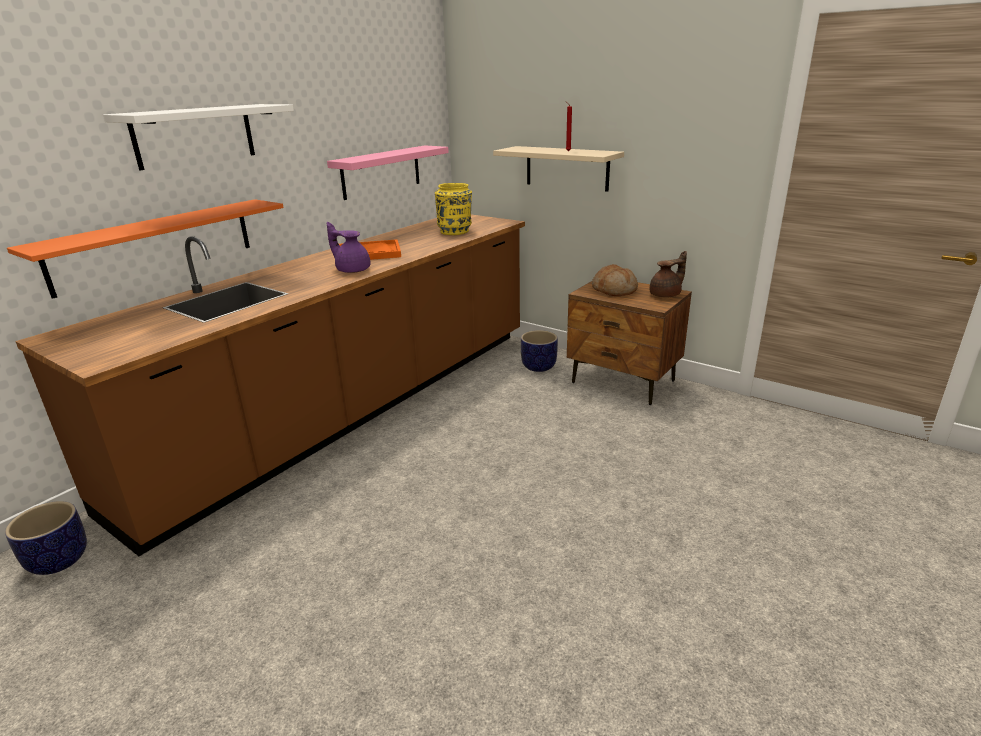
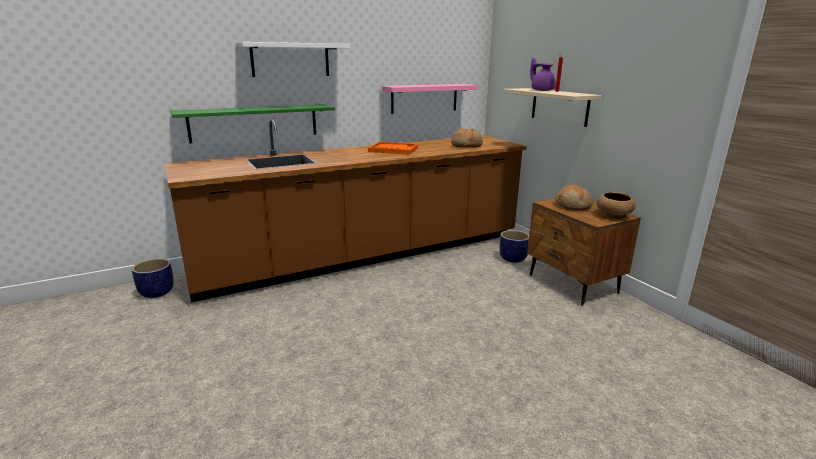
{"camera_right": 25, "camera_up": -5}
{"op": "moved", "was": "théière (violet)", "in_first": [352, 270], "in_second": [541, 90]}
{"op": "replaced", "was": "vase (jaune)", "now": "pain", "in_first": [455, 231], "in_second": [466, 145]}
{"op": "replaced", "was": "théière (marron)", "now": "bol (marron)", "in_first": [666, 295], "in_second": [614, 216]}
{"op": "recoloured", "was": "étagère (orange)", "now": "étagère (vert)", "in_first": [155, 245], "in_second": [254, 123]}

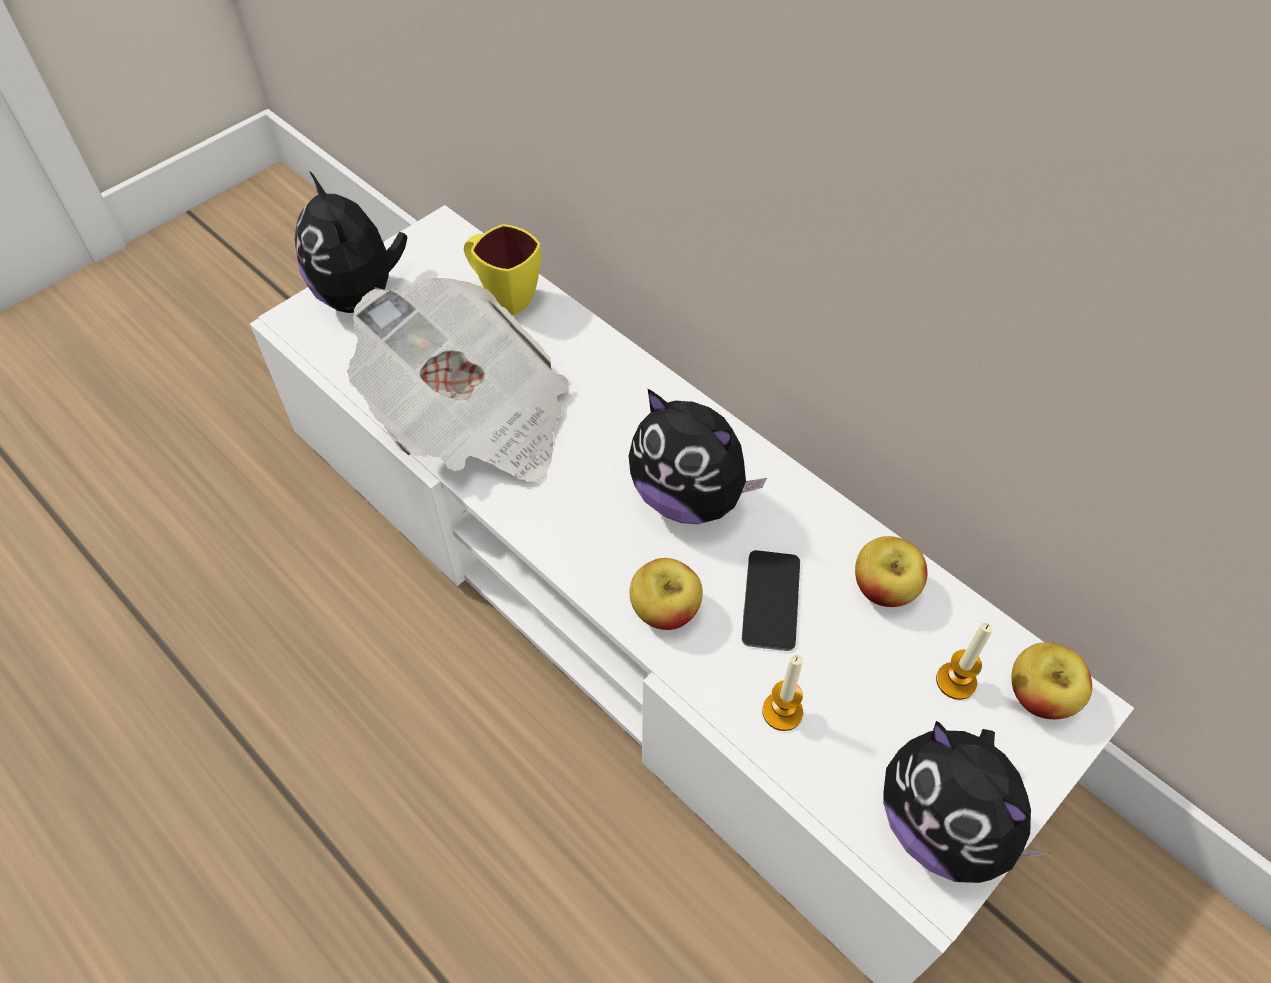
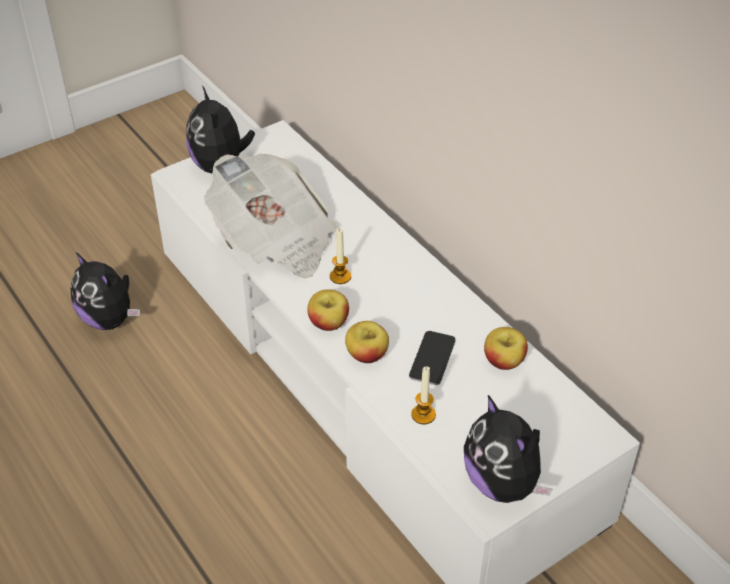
{"camera_right": 10, "camera_up": -10}
{"op": "removed", "was": "mug (jaune)", "in_first": [503, 296]}
{"op": "moved", "was": "peluche", "in_first": [689, 497], "in_second": [109, 319]}
{"op": "moved", "was": "bougie", "in_first": [956, 681], "in_second": [340, 276]}
{"op": "moved", "was": "pomme", "in_first": [1040, 696], "in_second": [328, 323]}

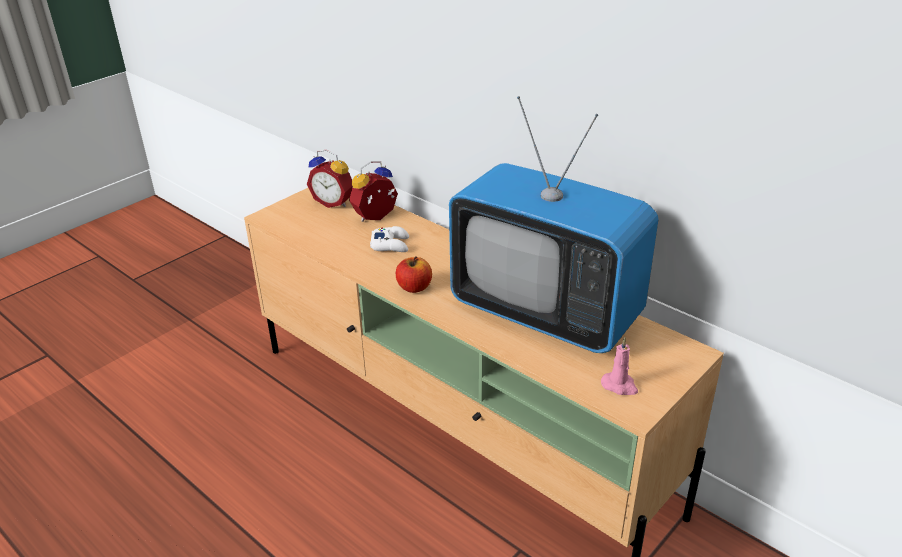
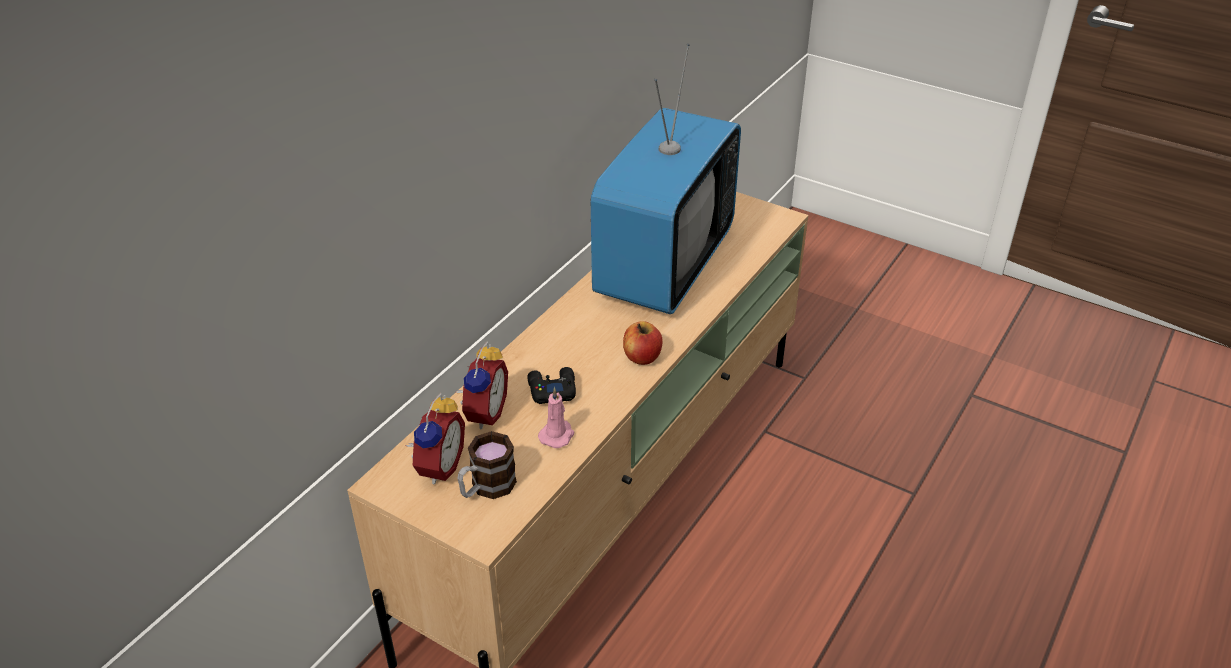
{"camera_right": -100, "camera_up": 5}
{"op": "added", "now": "mug", "in_second": [486, 488]}
{"op": "moved", "was": "bougie (rose)", "in_first": [620, 386], "in_second": [557, 435]}
{"op": "recoloured", "was": "manette (blanc)", "now": "manette (noir)", "in_first": [390, 244], "in_second": [551, 390]}
{"op": "turned", "was": "réveil", "in_first": [377, 218], "in_second": [483, 413], "clockwise": -120}

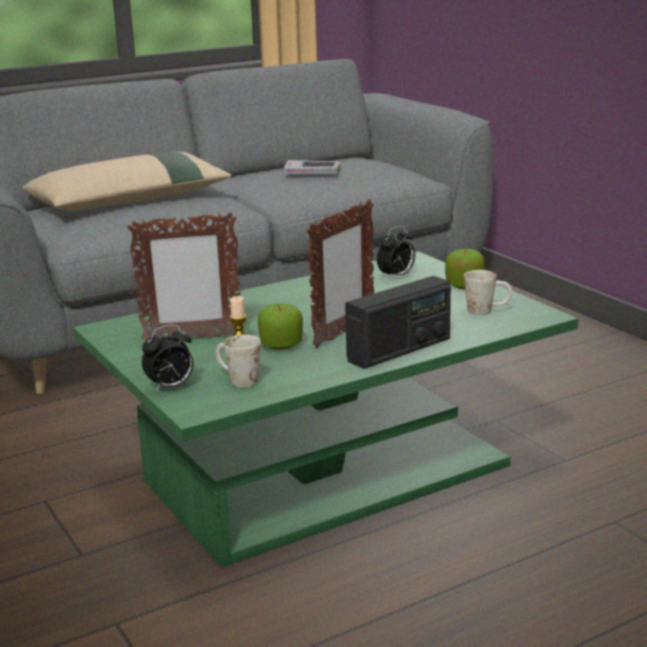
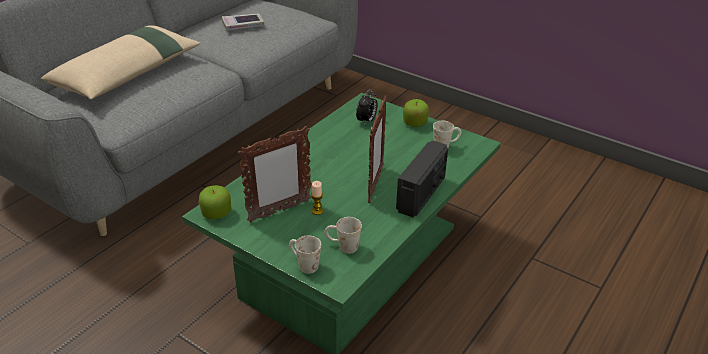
{"camera_right": -25, "camera_up": 15}
{"op": "moved", "was": "pomme", "in_first": [281, 345], "in_second": [216, 213]}
{"op": "replaced", "was": "réveil", "now": "mug (blanc)", "in_first": [170, 387], "in_second": [303, 264]}

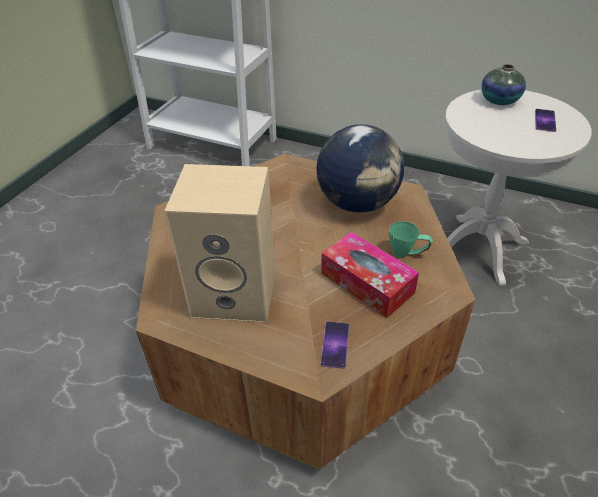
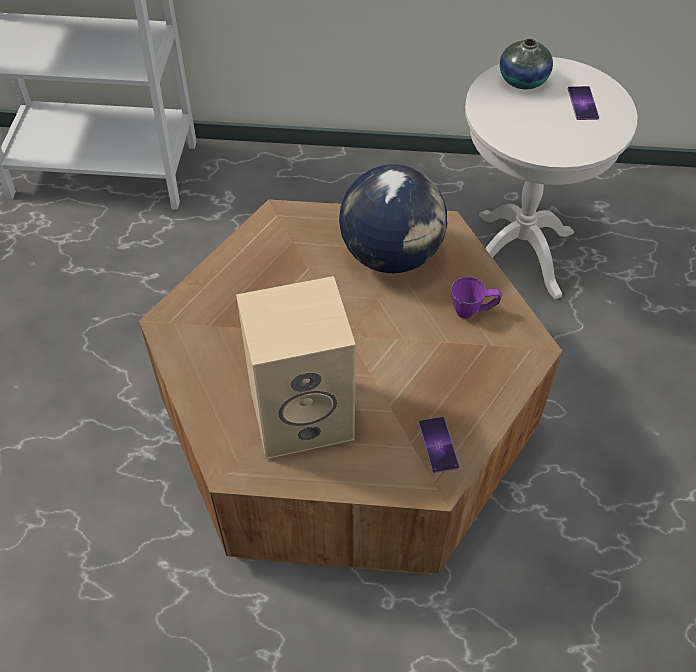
{"camera_right": -20, "camera_up": 10}
{"op": "removed", "was": "boîte à mouchoirs", "in_first": [367, 283]}
{"op": "recoloured", "was": "mug (vert)", "now": "mug (violet)", "in_first": [407, 254], "in_second": [473, 312]}

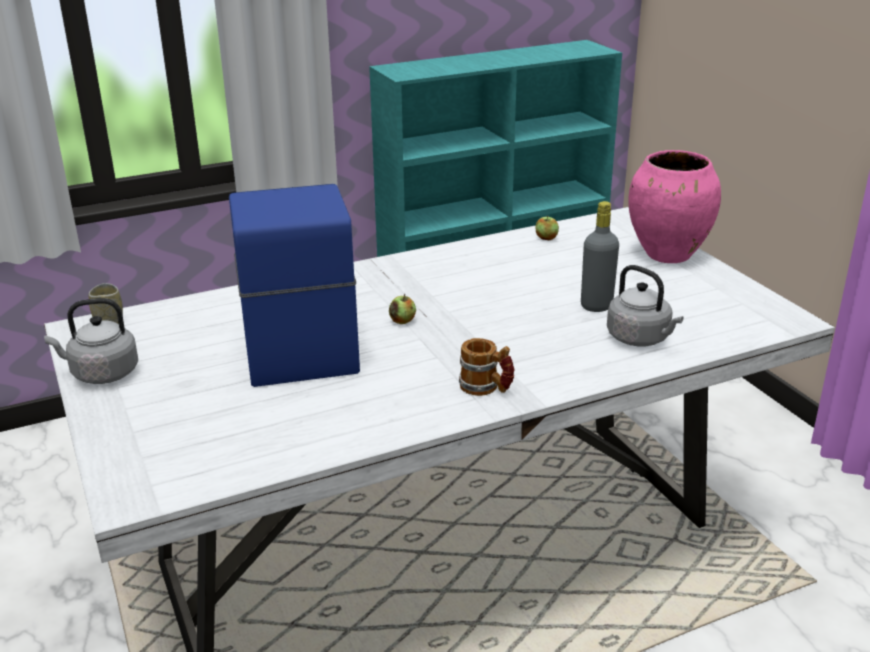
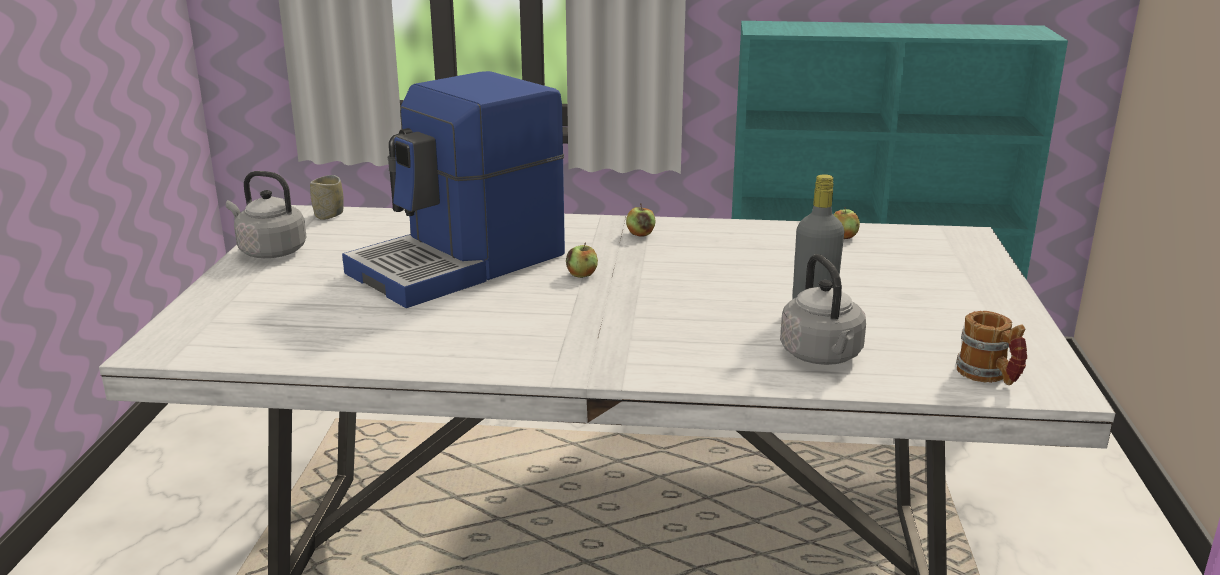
{"camera_right": 30, "camera_up": -5}
{"op": "removed", "was": "vase (rose)", "in_first": [668, 255]}
{"op": "added", "now": "pomme", "in_second": [640, 234]}
{"op": "moved", "was": "mug", "in_first": [486, 388], "in_second": [989, 376]}
{"op": "turned", "was": "machine à café", "in_first": [294, 338], "in_second": [461, 264], "clockwise": -150}

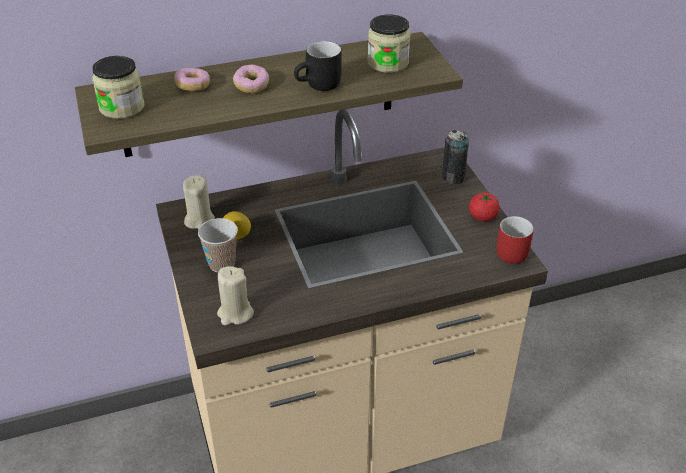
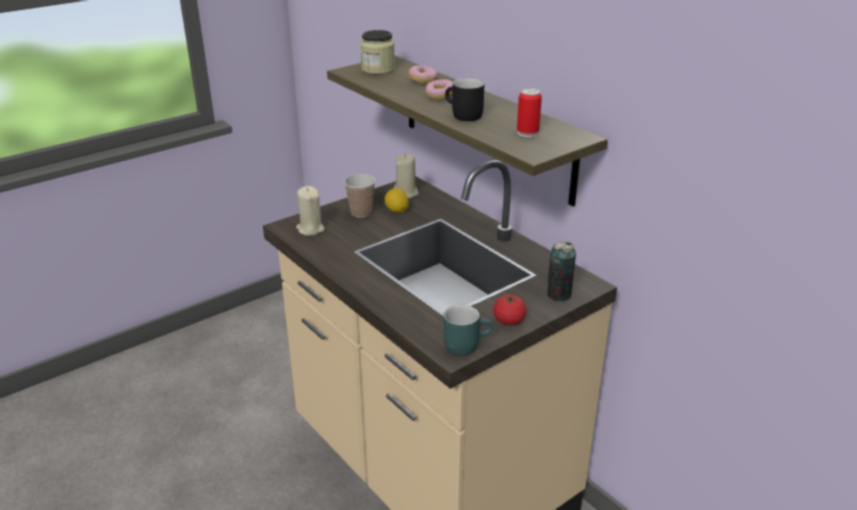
{"camera_right": 70, "camera_up": -10}
{"op": "replaced", "was": "bocal", "now": "boîte métallique", "in_first": [388, 63], "in_second": [527, 133]}
{"op": "recoloured", "was": "mug (rouge)", "now": "mug (turquoise)", "in_first": [509, 250], "in_second": [465, 344]}

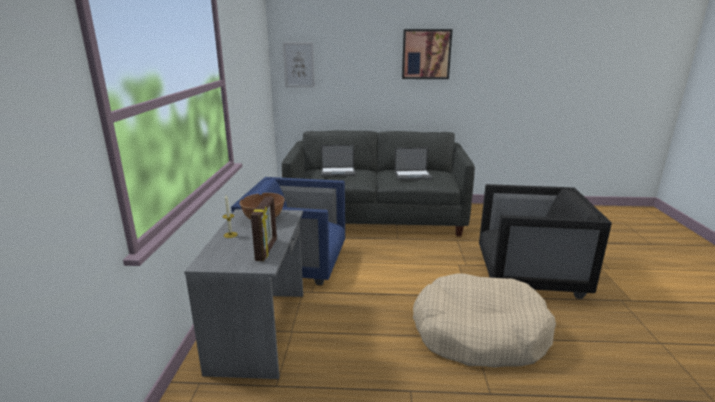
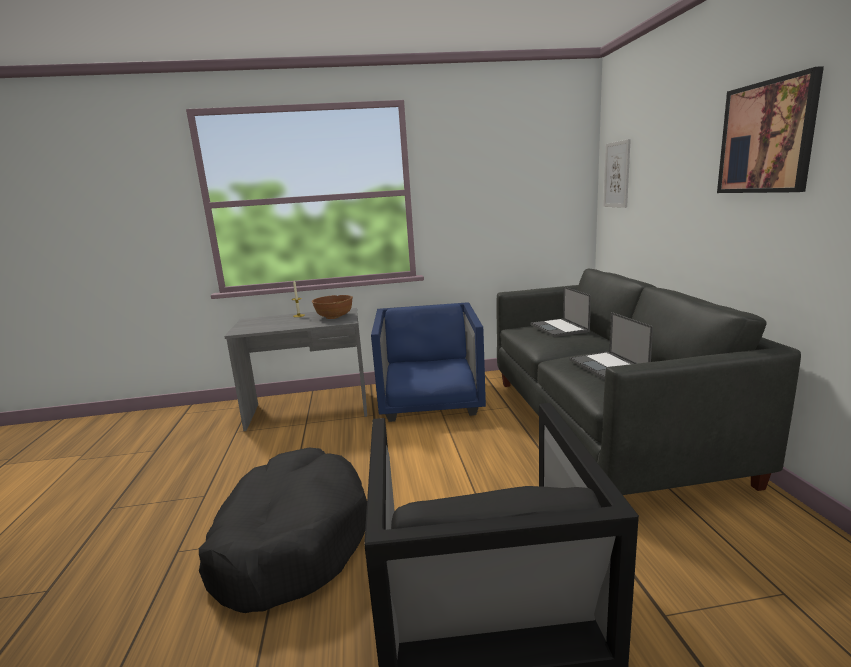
{"camera_right": 80, "camera_up": -5}
{"op": "removed", "was": "cadre photo", "in_first": [267, 250]}
{"op": "recoloured", "was": "panier pour chien (beige)", "now": "panier pour chien (noir)", "in_first": [478, 333], "in_second": [290, 541]}

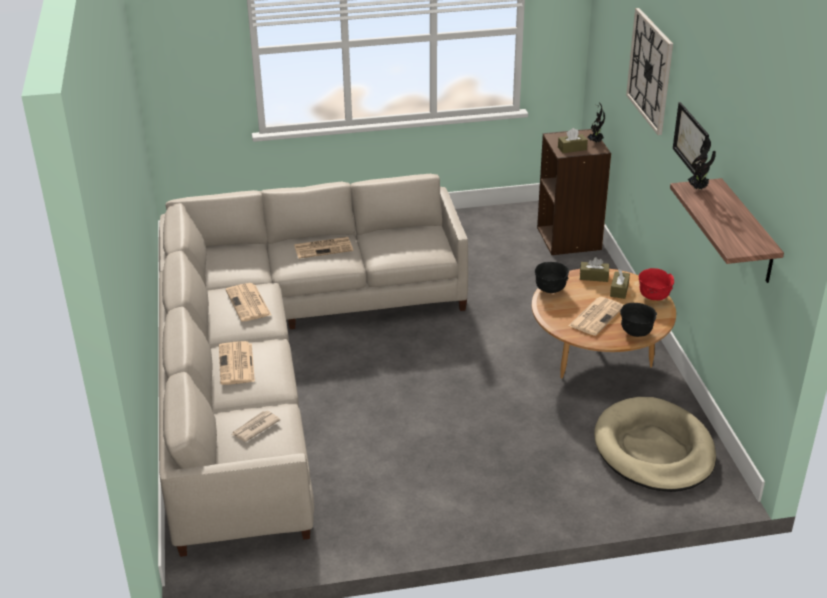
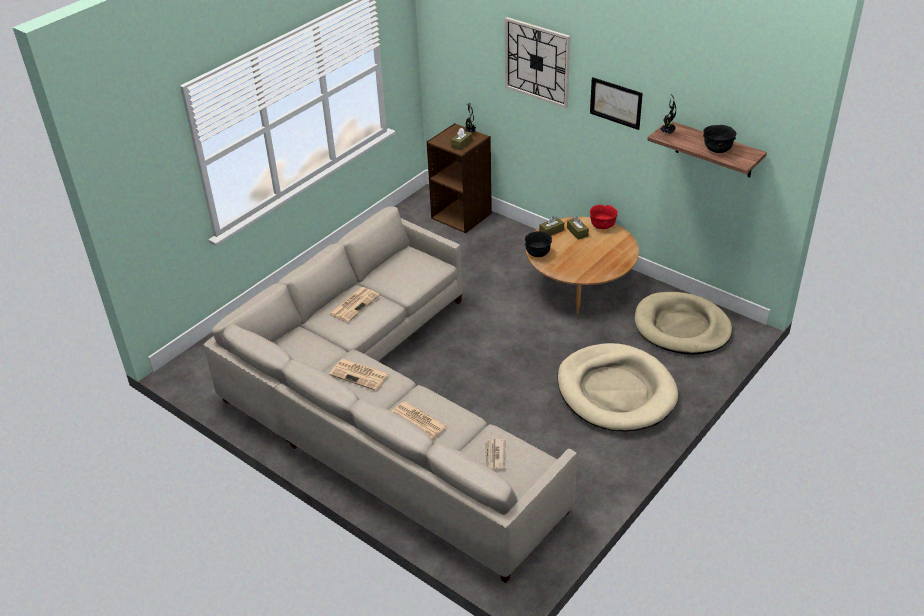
{"camera_right": -40, "camera_up": 5}
{"op": "removed", "was": "journal", "in_first": [596, 316]}
{"op": "added", "now": "panier pour chien (beige)", "in_second": [615, 391]}
{"op": "moved", "was": "bol (noir)", "in_first": [636, 332], "in_second": [717, 150]}

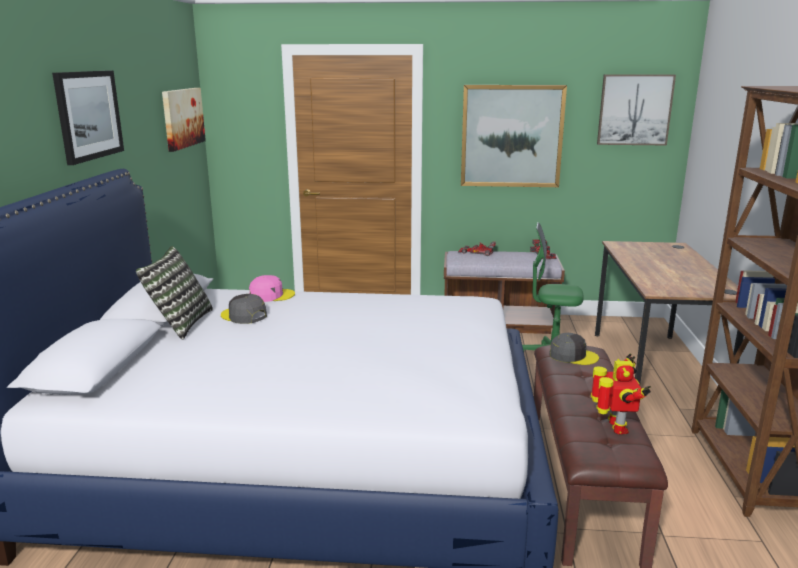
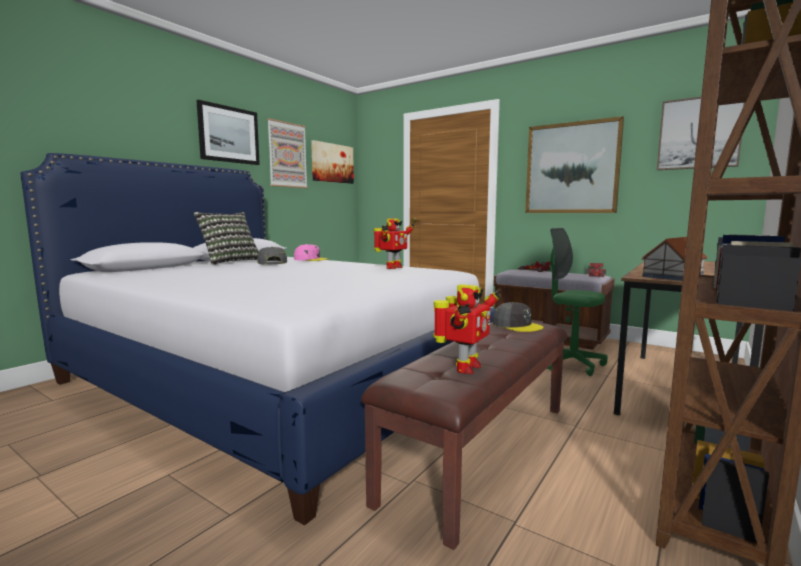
{"camera_right": 30, "camera_up": -10}
{"op": "added", "now": "tableau", "in_second": [287, 155]}
{"op": "added", "now": "robot jouet", "in_second": [392, 267]}
{"op": "added", "now": "maison miniature", "in_second": [673, 276]}

